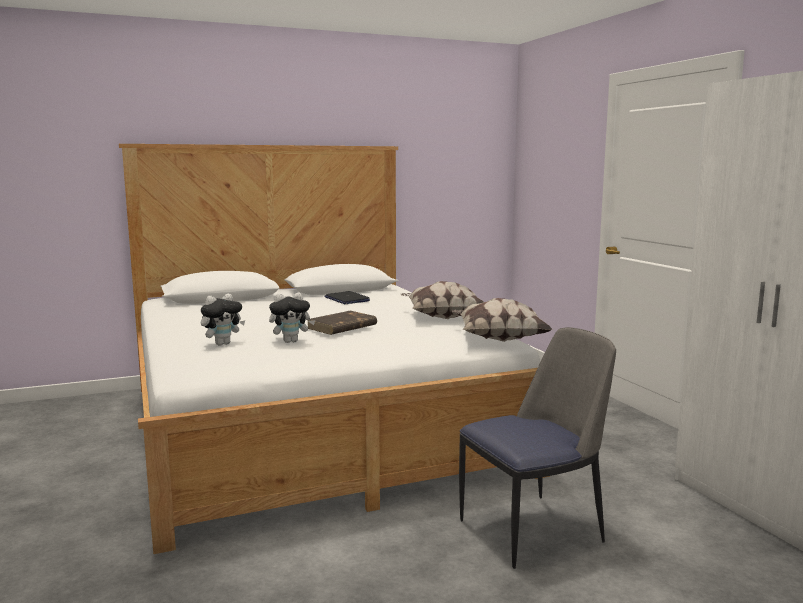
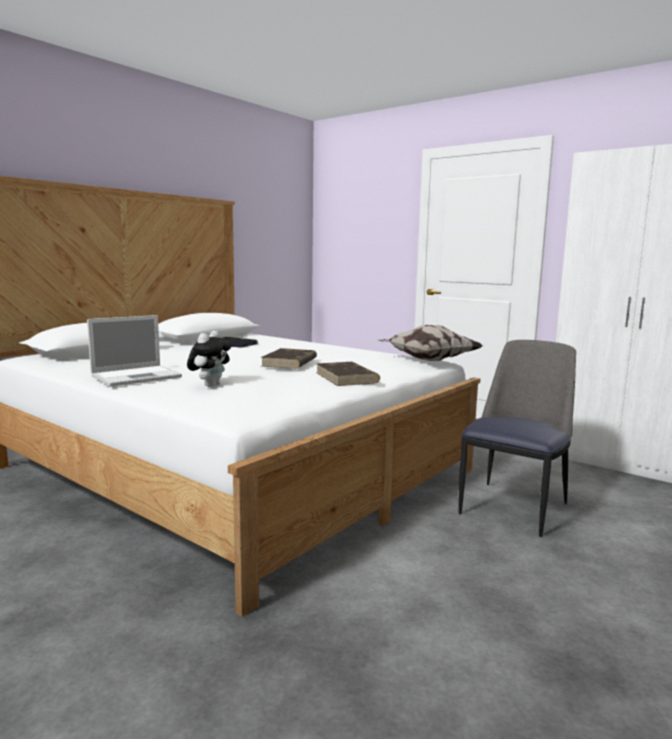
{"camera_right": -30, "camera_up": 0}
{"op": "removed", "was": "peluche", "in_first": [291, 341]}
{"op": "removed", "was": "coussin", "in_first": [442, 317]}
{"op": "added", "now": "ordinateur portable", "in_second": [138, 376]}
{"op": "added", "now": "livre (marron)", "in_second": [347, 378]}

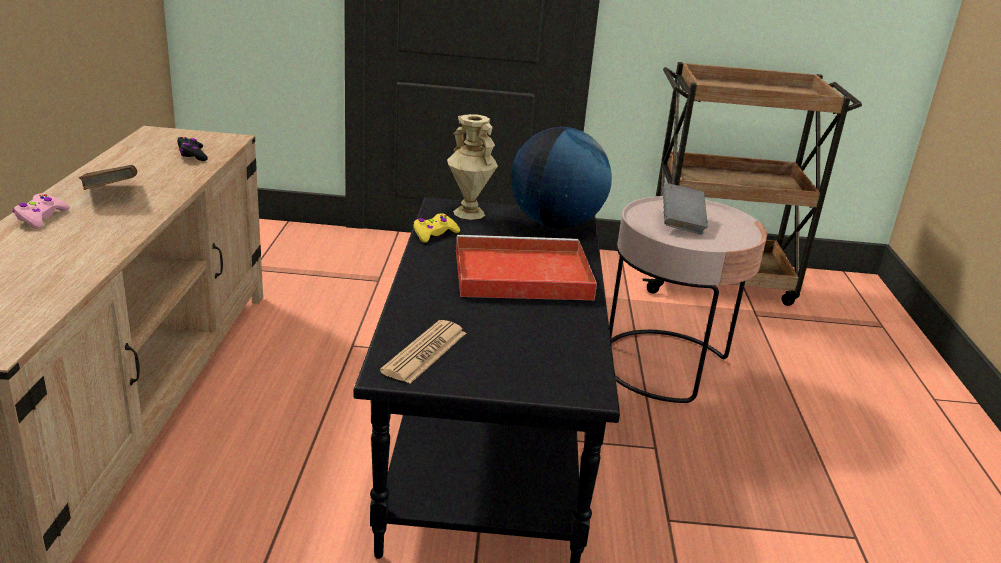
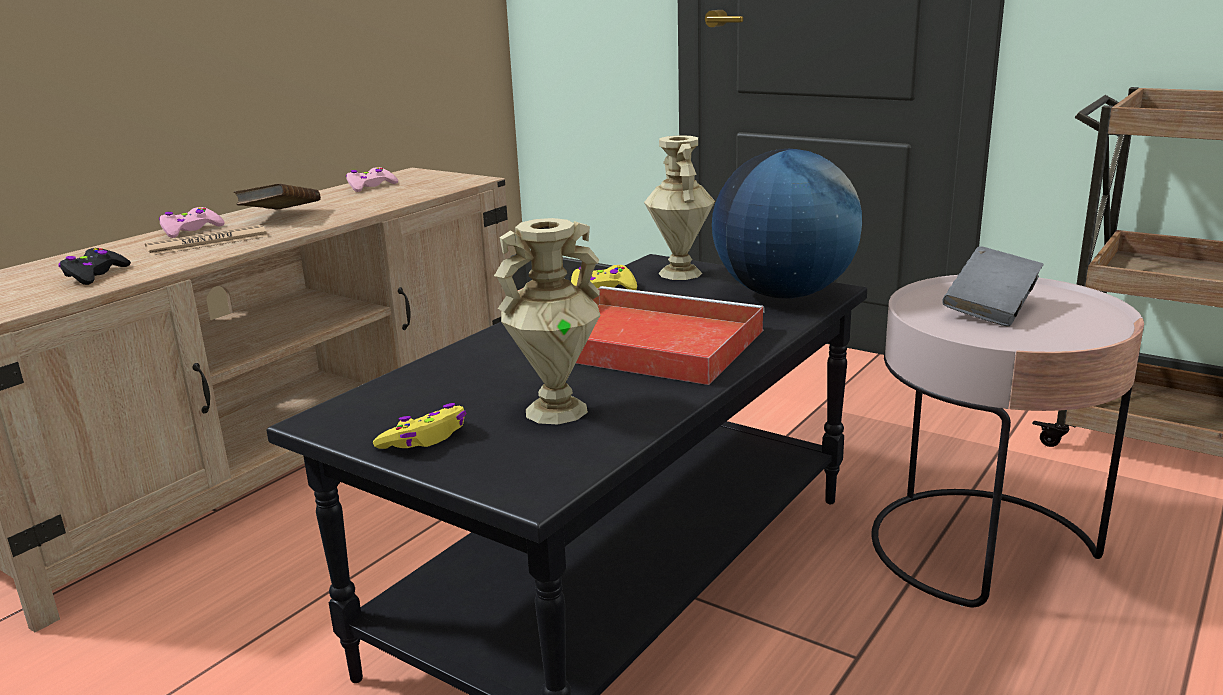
{"camera_right": 35, "camera_up": -5}
{"op": "added", "now": "manette (rose)", "in_second": [370, 186]}
{"op": "added", "now": "manette (jaune)", "in_second": [425, 439]}
{"op": "added", "now": "vase (beige)", "in_second": [556, 410]}
{"op": "moved", "was": "manette (noir)", "in_first": [192, 155], "in_second": [95, 275]}
{"op": "moved", "was": "journal", "in_first": [425, 352], "in_second": [207, 242]}

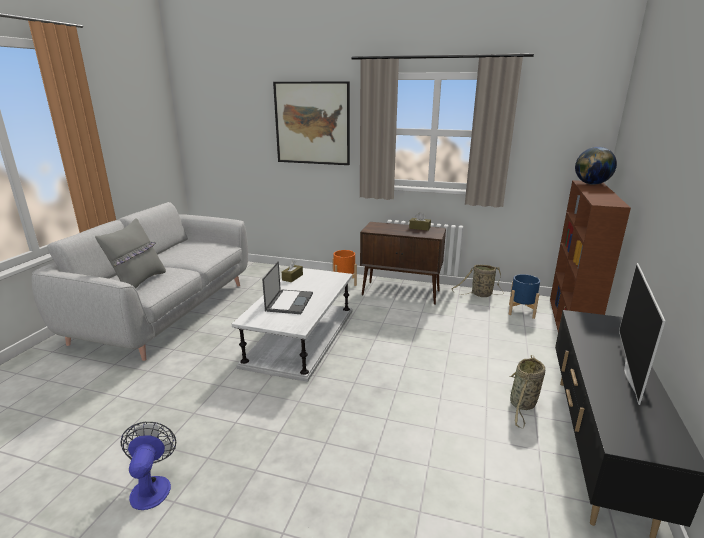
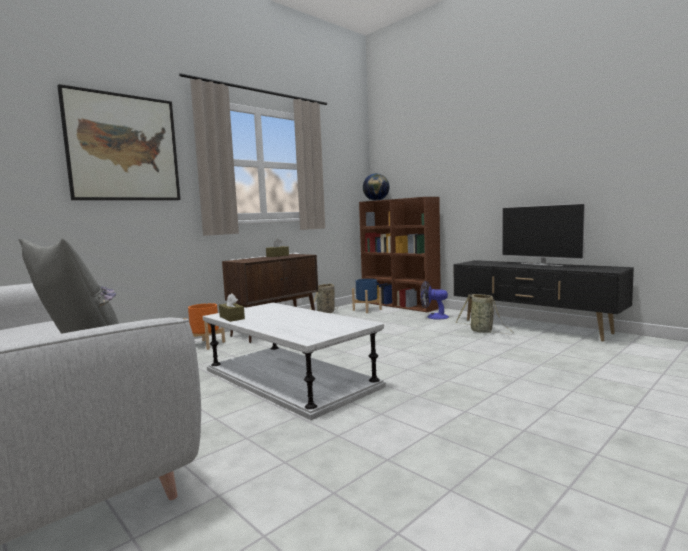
{"camera_right": -60, "camera_up": -15}
{"op": "removed", "was": "ordinateur portable", "in_first": [289, 302]}
{"op": "moved", "was": "ventilateur", "in_first": [152, 486], "in_second": [433, 317]}

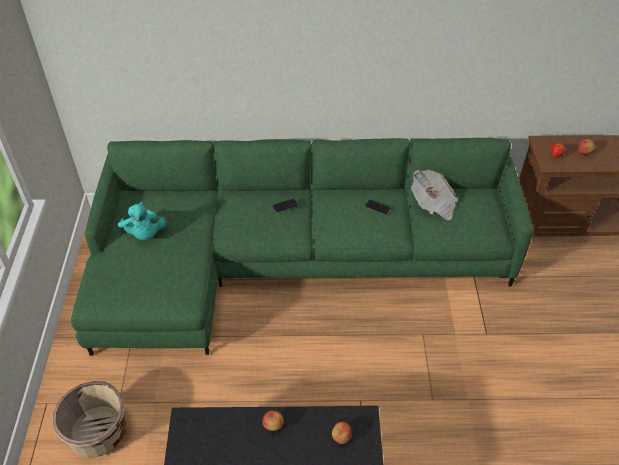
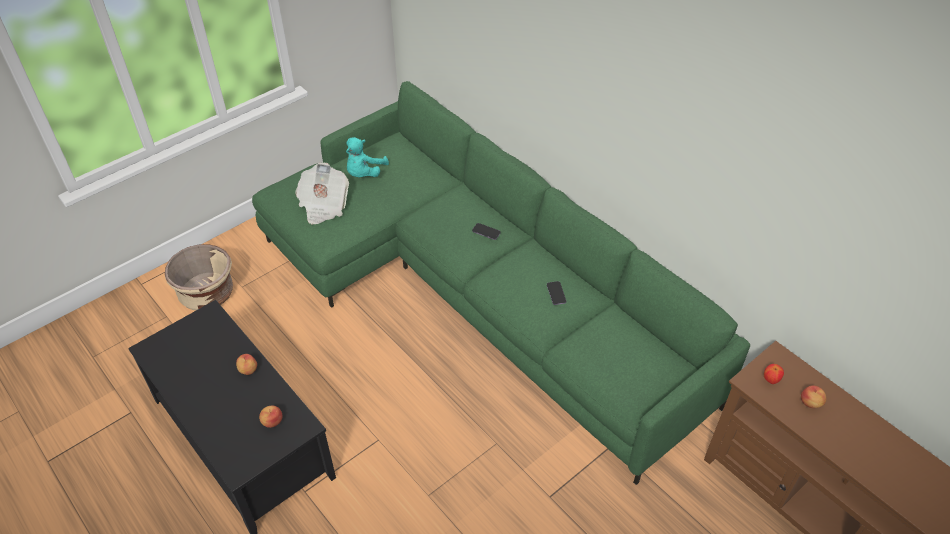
{"camera_right": 50, "camera_up": 0}
{"op": "moved", "was": "journal", "in_first": [433, 204], "in_second": [323, 205]}

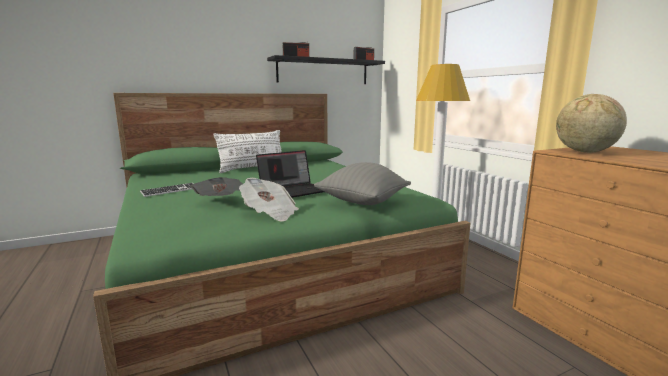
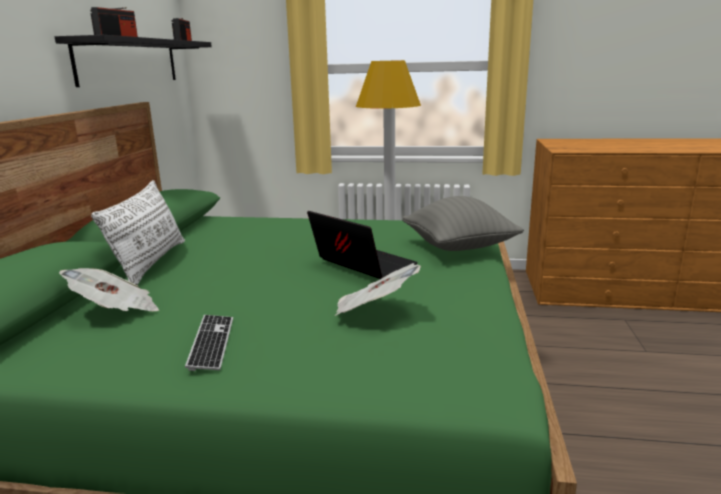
{"camera_right": -55, "camera_up": 5}
{"op": "removed", "was": "globe", "in_first": [584, 152]}
{"op": "moved", "was": "journal", "in_first": [270, 213], "in_second": [116, 311]}
{"op": "turned", "was": "ordinateur portable", "in_first": [293, 191], "in_second": [361, 264], "clockwise": -45}

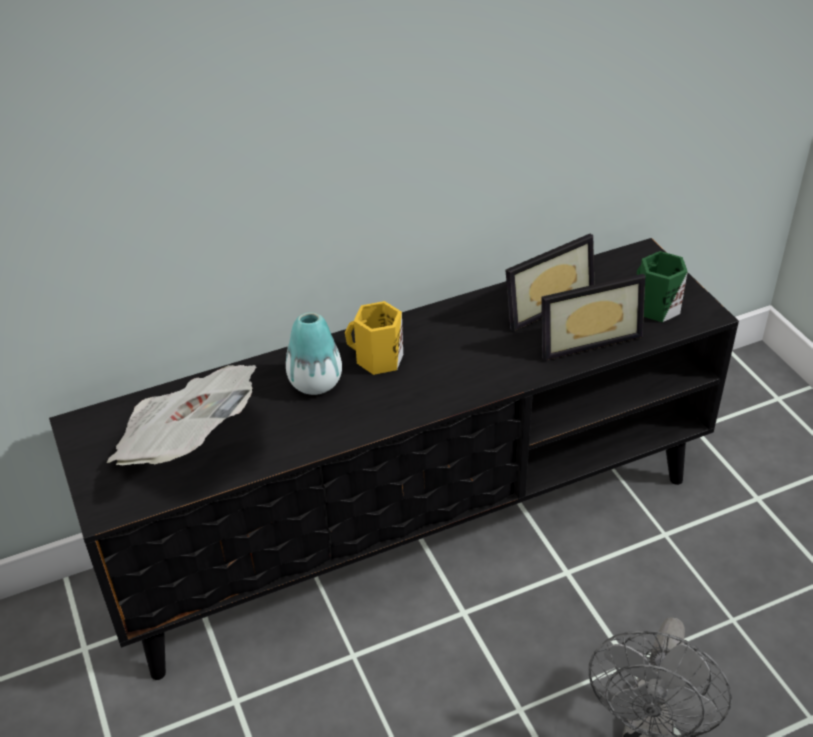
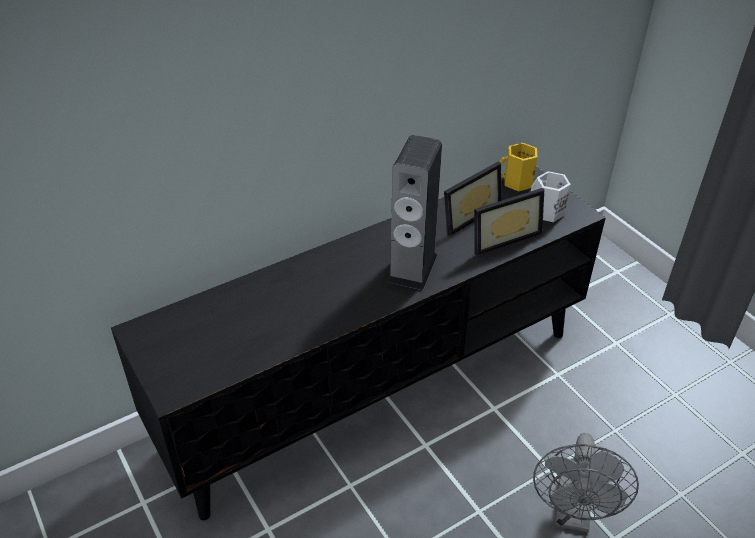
{"camera_right": -10, "camera_up": 0}
{"op": "removed", "was": "journal", "in_first": [187, 444]}
{"op": "removed", "was": "vase", "in_first": [315, 383]}
{"op": "added", "now": "enceinte", "in_second": [412, 268]}
{"op": "moved", "was": "mug (jaune)", "in_first": [377, 359], "in_second": [516, 182]}
{"op": "recoloured", "was": "mug (vert)", "now": "mug (blanc)", "in_first": [655, 307], "in_second": [545, 211]}

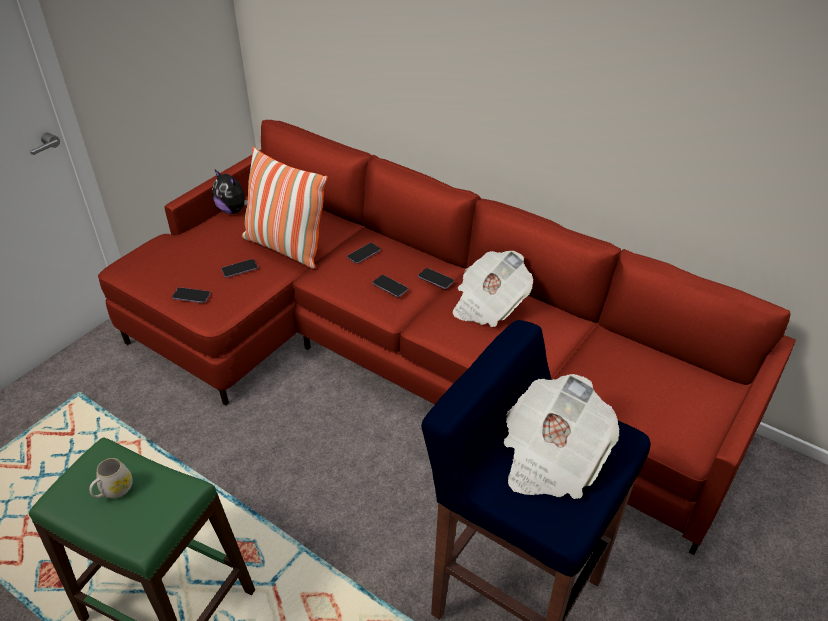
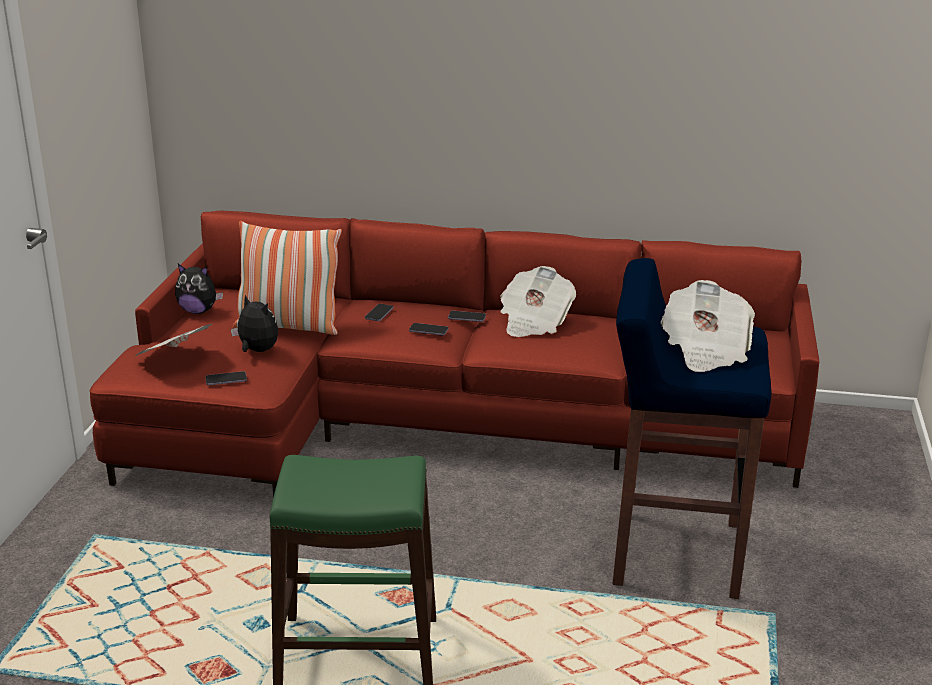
{"camera_right": -25, "camera_up": -15}
{"op": "removed", "was": "mug (blanc)", "in_first": [114, 491]}
{"op": "added", "now": "journal", "in_second": [174, 360]}
{"op": "replaced", "was": "téléphone", "now": "peluche", "in_first": [239, 269], "in_second": [257, 351]}

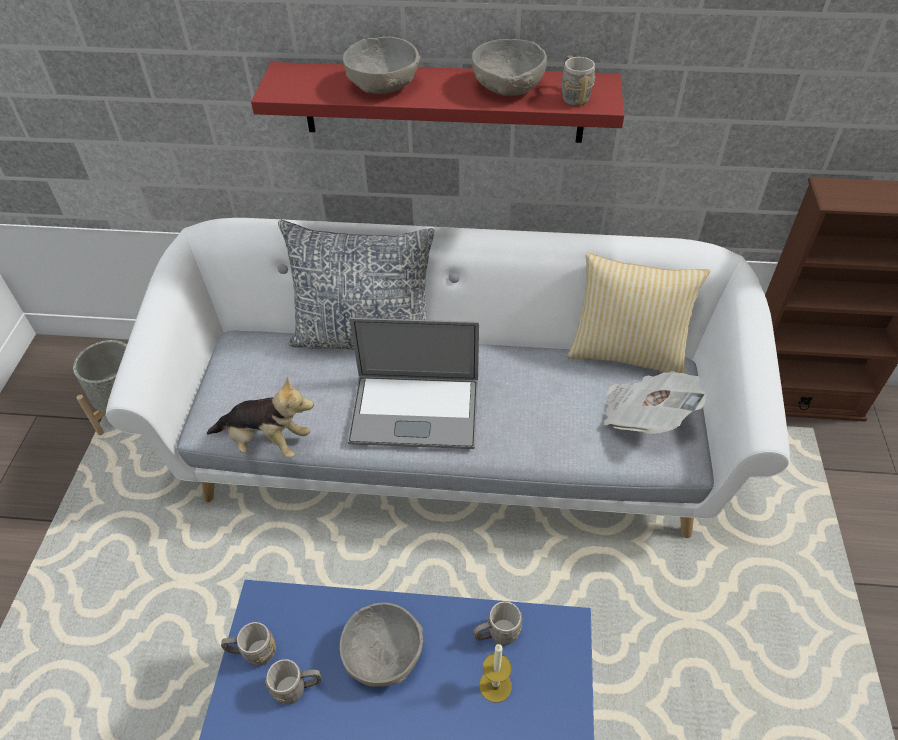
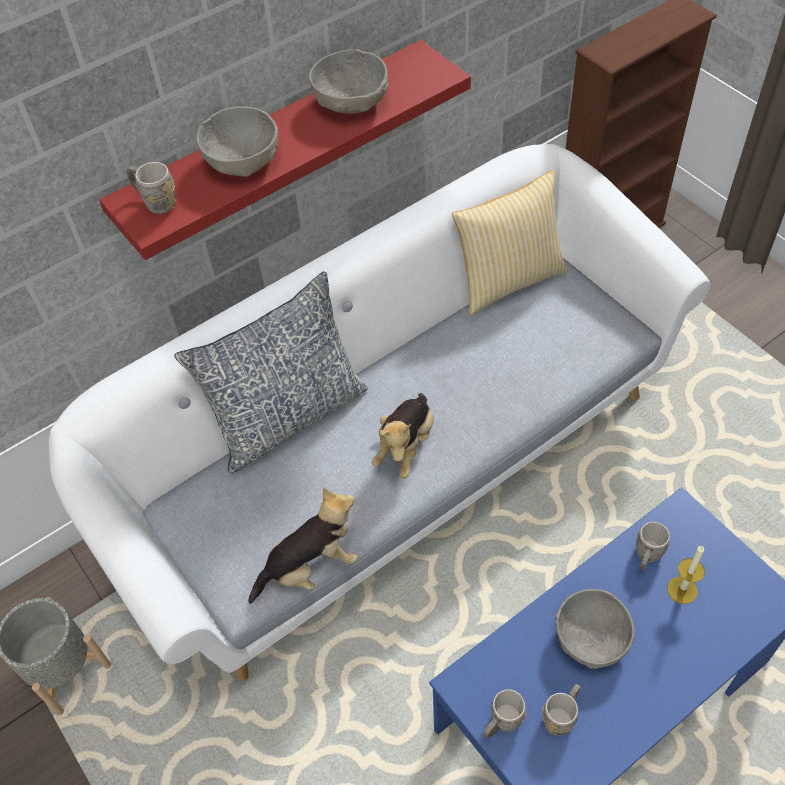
{"camera_right": -40, "camera_up": 5}
{"op": "removed", "was": "journal", "in_first": [645, 416]}
{"op": "moved", "was": "mug (gris)", "in_first": [573, 95], "in_second": [155, 201]}
{"op": "replaced", "was": "ordinateur portable", "now": "peluche", "in_first": [415, 411], "in_second": [406, 445]}

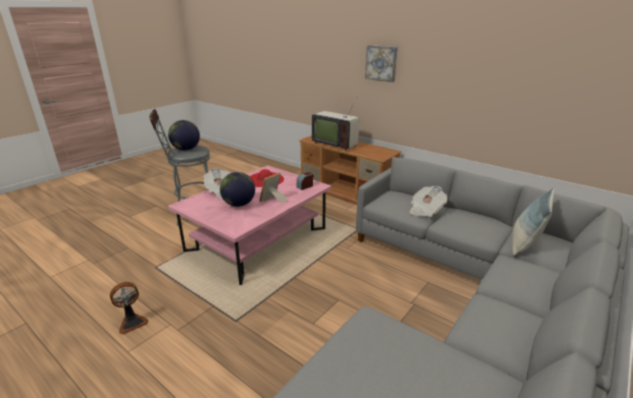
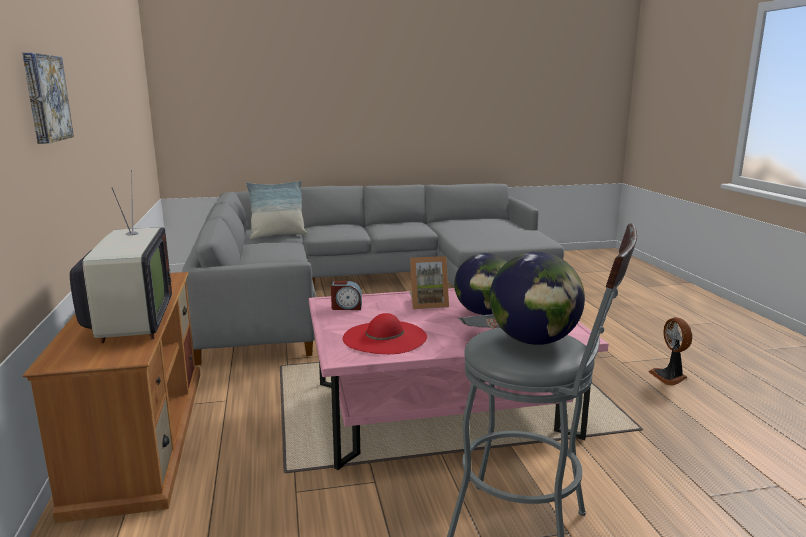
{"camera_right": -140, "camera_up": -10}
{"op": "removed", "was": "journal", "in_first": [425, 210]}
{"op": "turned", "was": "ventilateur", "in_first": [132, 322], "in_second": [670, 377], "clockwise": -105}

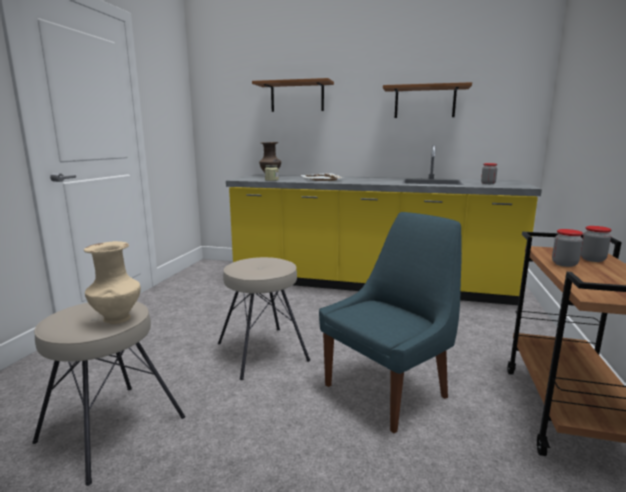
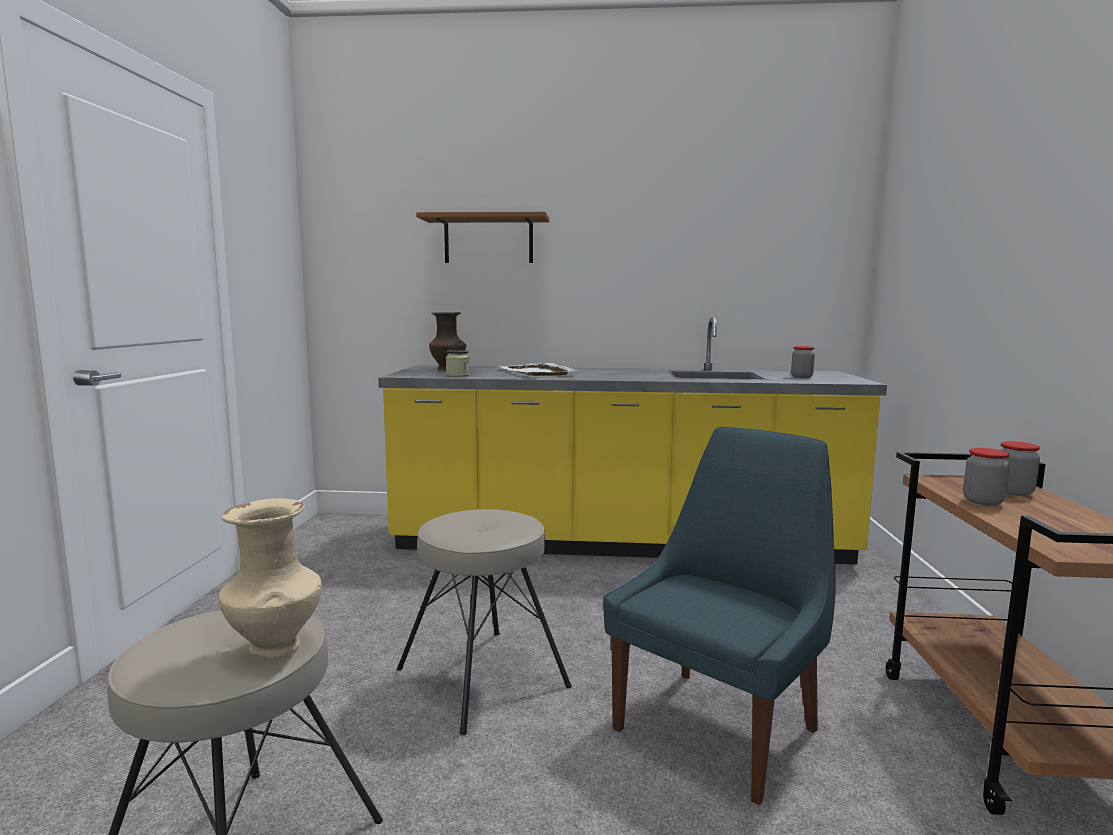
{"camera_right": -10, "camera_up": -5}
{"op": "removed", "was": "étagère (marron)", "in_first": [425, 102]}

